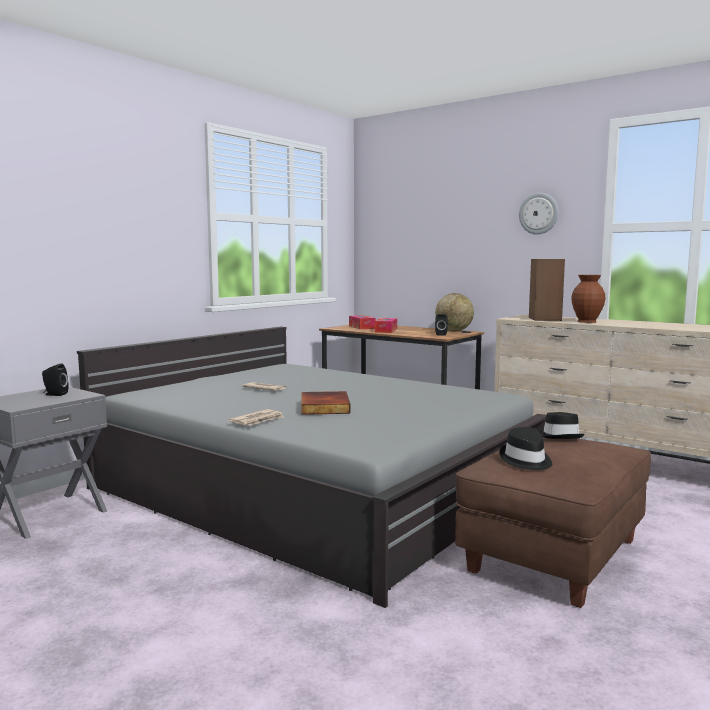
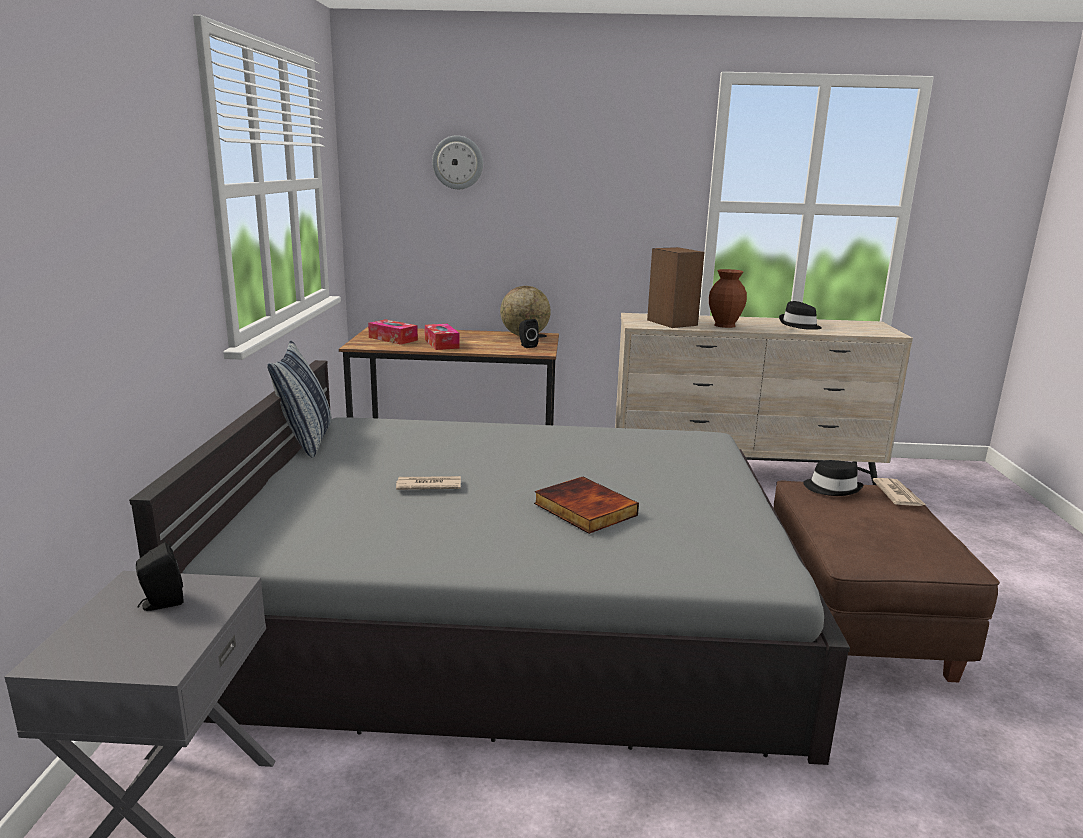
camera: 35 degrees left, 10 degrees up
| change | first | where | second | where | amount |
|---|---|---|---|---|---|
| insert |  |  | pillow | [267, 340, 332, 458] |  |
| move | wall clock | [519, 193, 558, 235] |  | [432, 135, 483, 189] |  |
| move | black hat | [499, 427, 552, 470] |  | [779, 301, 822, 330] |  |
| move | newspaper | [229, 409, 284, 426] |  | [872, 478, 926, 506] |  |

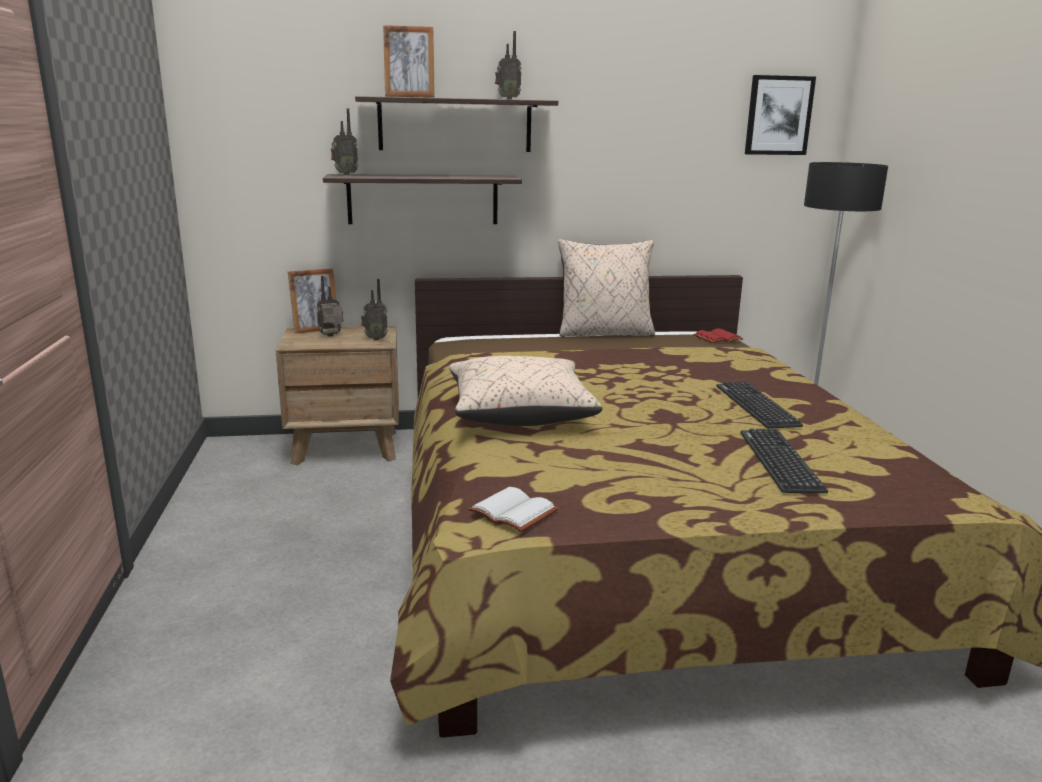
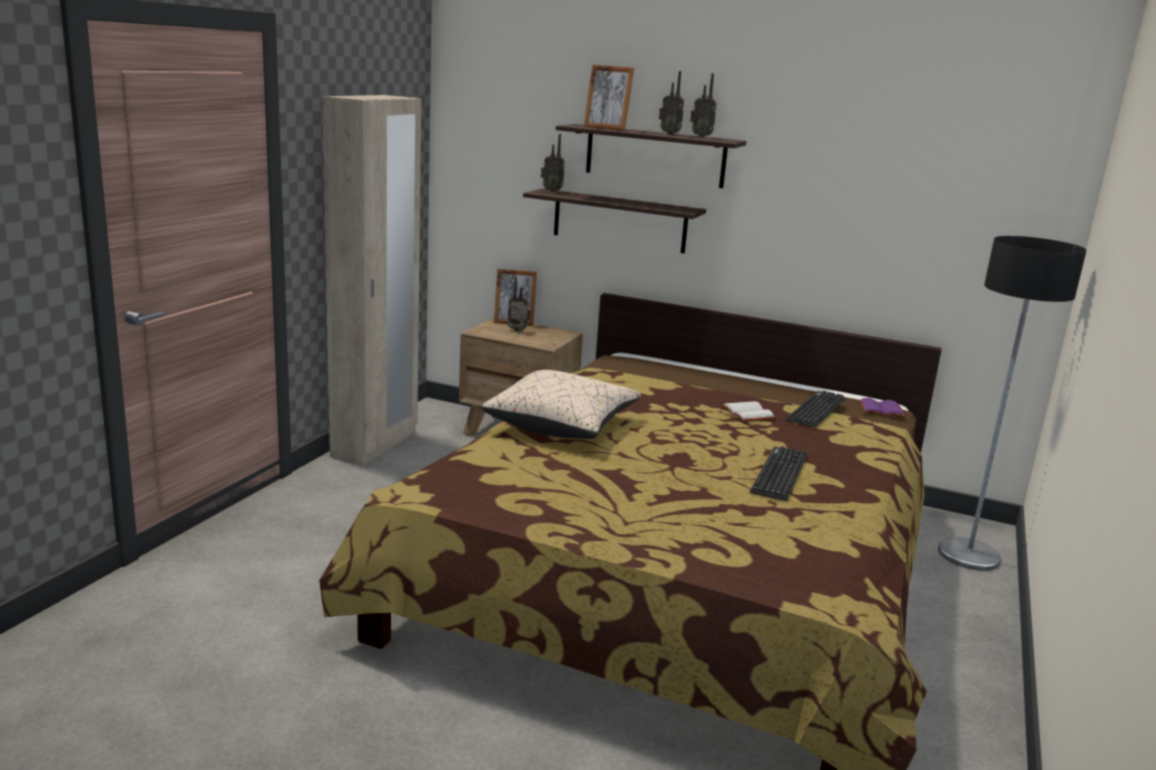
camera: 30 degrees right, 0 degrees up
| change | first | where | second | where | amount |
|---|---|---|---|---|---|
| insert |  |  | beige wardrobe | [322, 95, 421, 466] |  |
| move | radio | [361, 279, 388, 341] |  | [659, 71, 684, 135] |  |
| move | white book | [468, 487, 559, 532] |  | [722, 401, 776, 422] |  |
| move | keyboard | [740, 428, 828, 493] |  | [785, 391, 846, 428] |  |
| recolor | red book | [693, 328, 743, 343] | purple book | [858, 398, 906, 417] |  |
| delete | beige pillow | [558, 239, 655, 337] |  |  |  |
| delete | picture | [745, 75, 816, 155] |  |  |  |

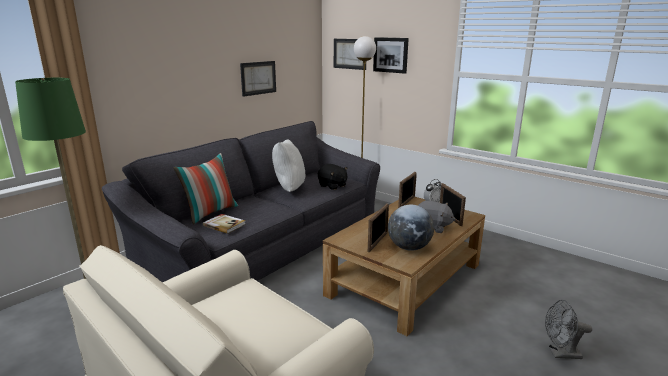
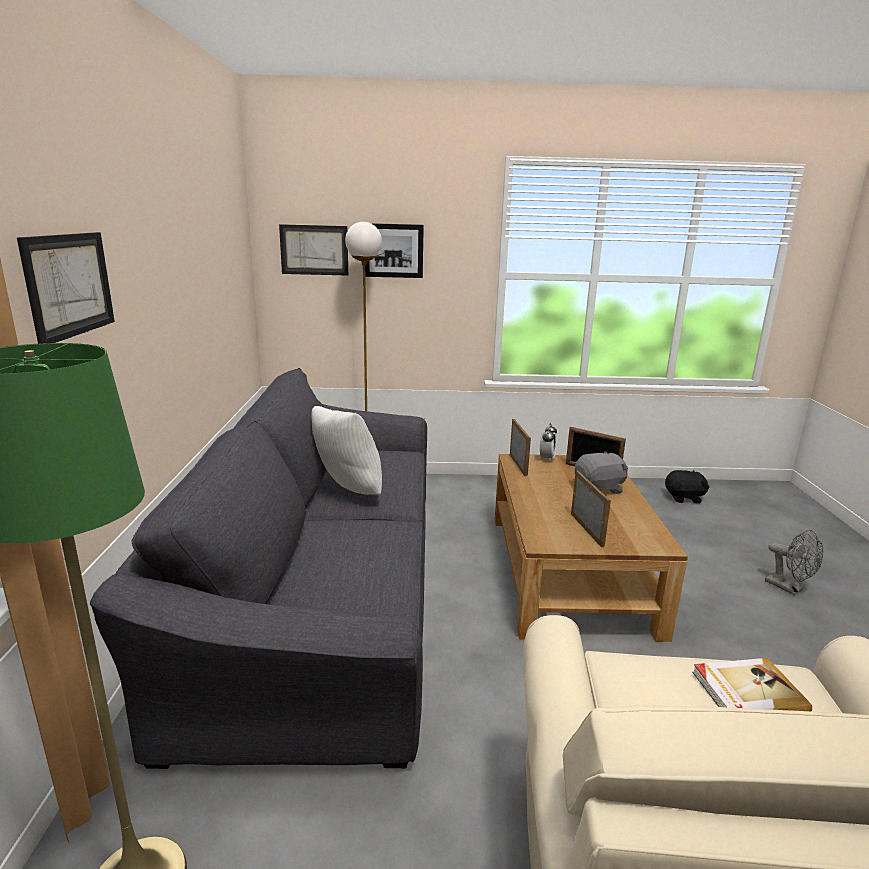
camera: 40 degrees left, 0 degrees up
| change | first | where | second | where | amount |
|---|---|---|---|---|---|
| move | picture | [240, 61, 276, 97] |  | [17, 232, 115, 344] |  |
| move | black plush toy | [318, 164, 347, 190] |  | [665, 470, 710, 503] |  |
| move | book | [203, 214, 245, 234] |  | [692, 658, 812, 711] |  |
| rotate | grey fan | [545, 300, 592, 359] |  | [765, 530, 823, 595] | 90 degrees counterclockwise |
| delete | pillow | [173, 153, 238, 224] |  |  |  |
| delete | globe | [388, 205, 434, 251] |  |  |  |

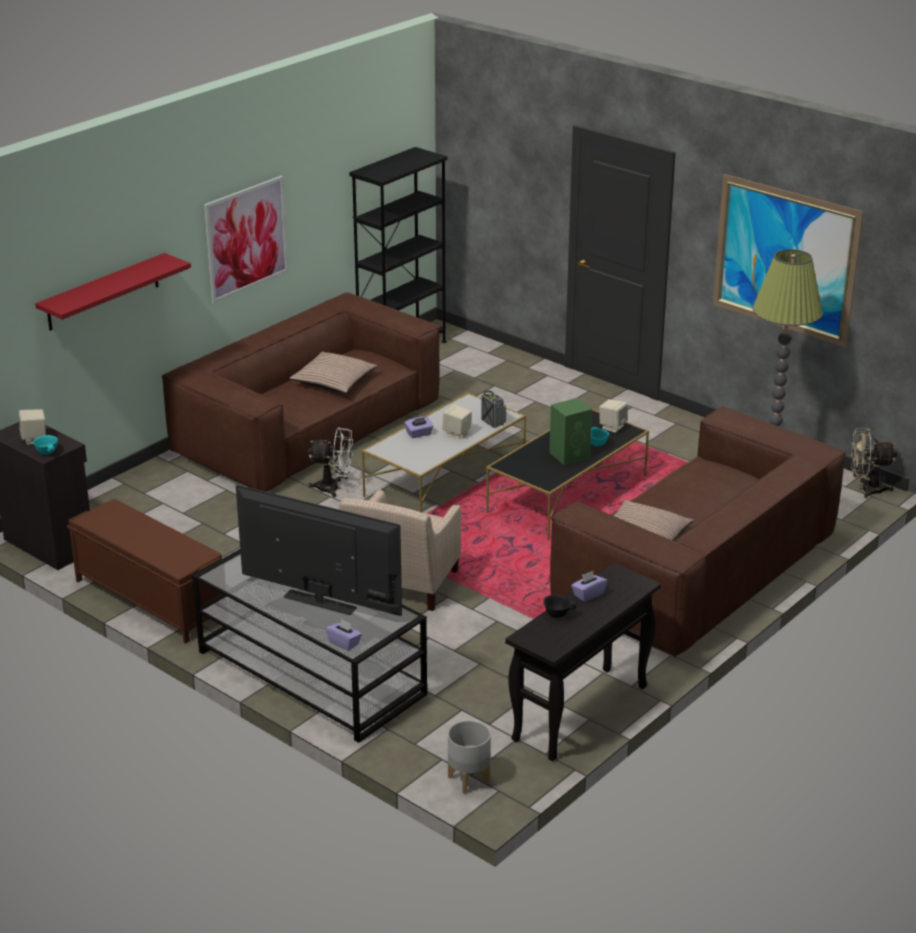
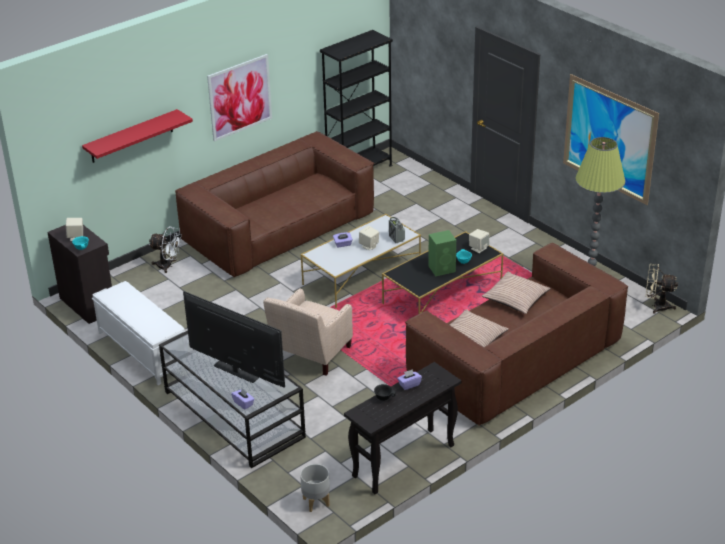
camera: 10 degrees right, 5 degrees up
| change | first | where | second | where | amount |
|---|---|---|---|---|---|
| recolor | brown bench | [67, 499, 222, 644] | white bench | [92, 281, 185, 385] |  |
| move | white fan | [308, 427, 353, 497] |  | [149, 227, 182, 273] |  |
| move | pillow | [290, 352, 377, 393] |  | [482, 272, 551, 314] |  |

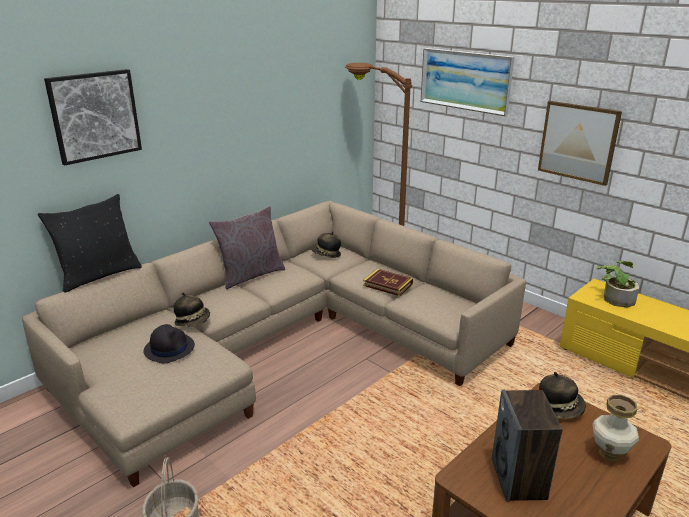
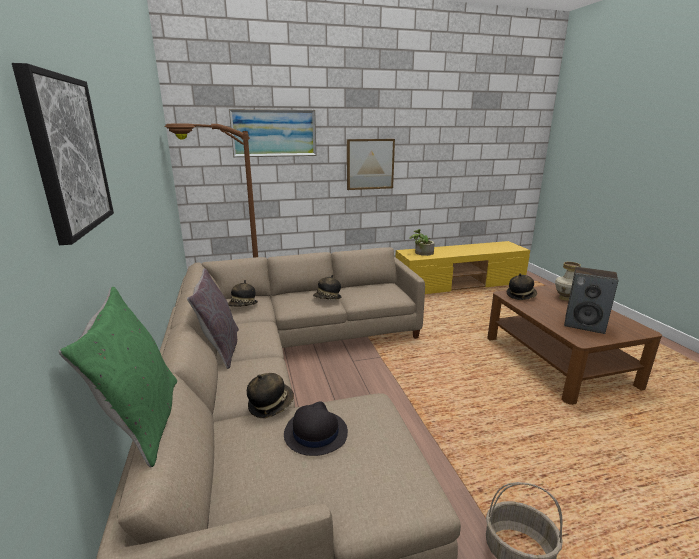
camera: 60 degrees left, 5 degrees down
| change | first | where | second | where | amount |
|---|---|---|---|---|---|
| recolor | black pillow | [38, 194, 142, 293] | green pillow | [58, 287, 177, 468] |  |
| replace | book | [363, 269, 413, 296] | hat | [313, 274, 341, 300] |  |

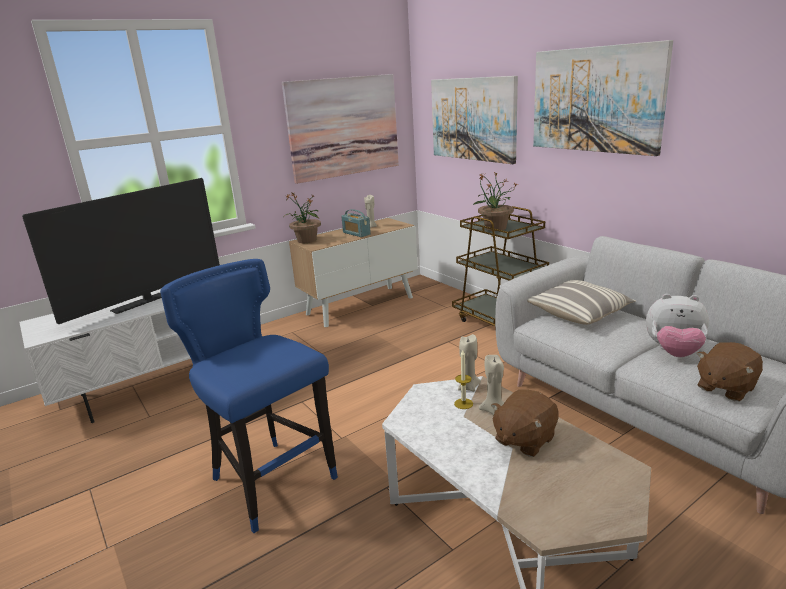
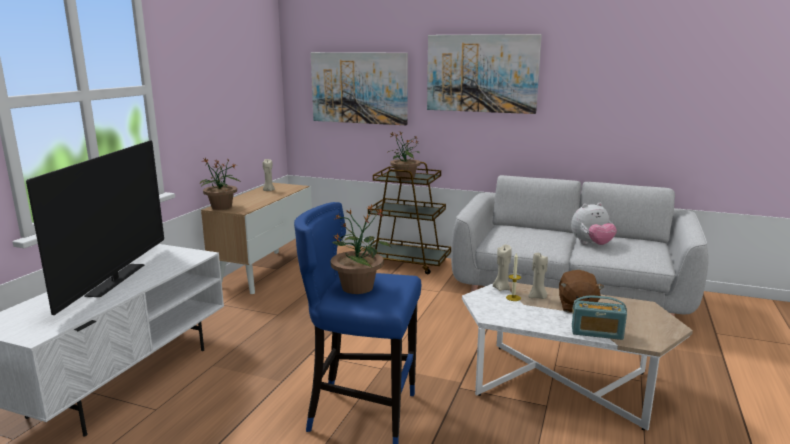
camera: 35 degrees left, 5 degrees down
| change | first | where | second | where | amount |
|---|---|---|---|---|---|
| insert |  |  | potted plant | [330, 205, 391, 294] |  |
| move | radio | [341, 209, 371, 237] |  | [572, 296, 627, 340] |  |
| delete | picture | [282, 74, 399, 184] |  |  |  |
| delete | pillow | [527, 280, 636, 325] |  |  |  |
| delete | brown plush toy | [697, 342, 763, 401] |  |  |  |

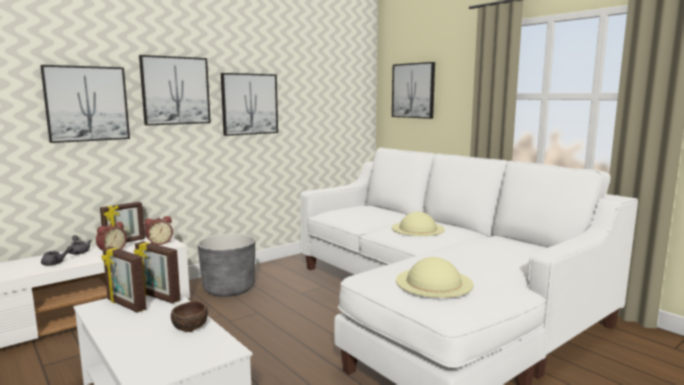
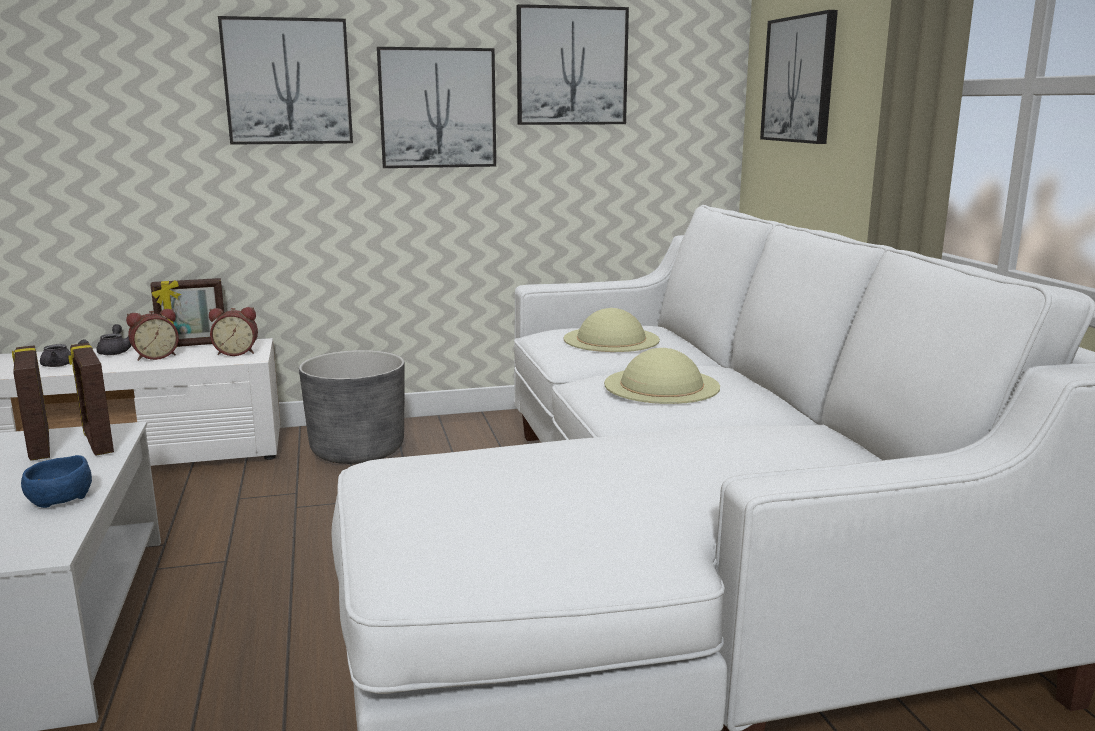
camera: 25 degrees right, 5 degrees up
| change | first | where | second | where | amount |
|---|---|---|---|---|---|
| recolor | brown bowl | [171, 301, 208, 332] | blue bowl | [21, 455, 92, 508] |  |
| move | picture | [40, 65, 130, 143] |  | [517, 4, 629, 125] |  |
| move | beige hat | [396, 257, 474, 298] |  | [564, 308, 660, 352] |  |

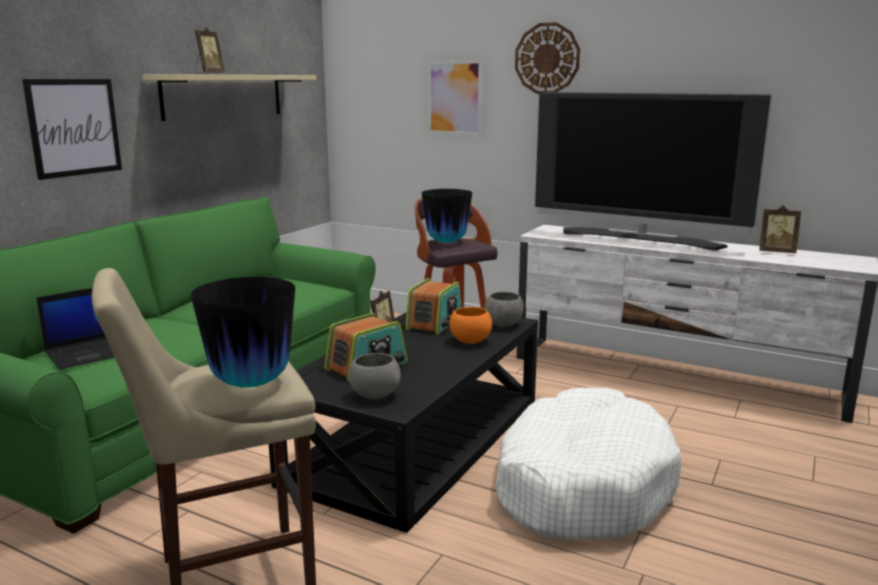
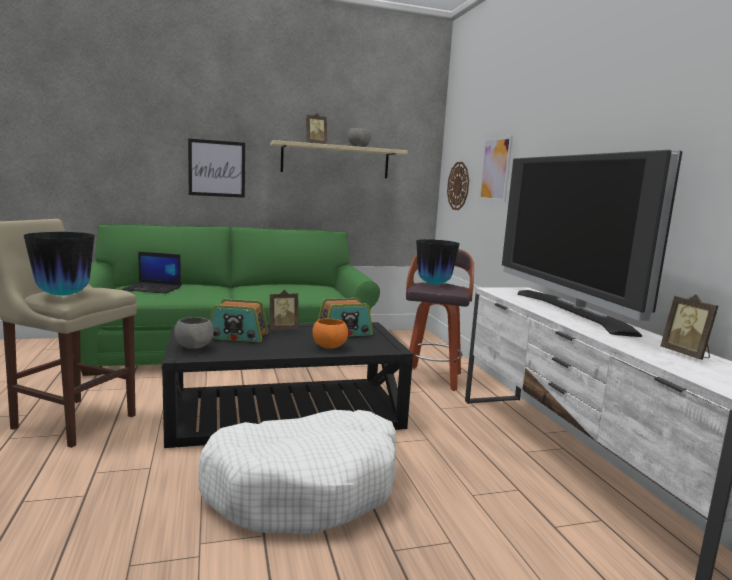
camera: 45 degrees right, 5 degrees down
| change | first | where | second | where | amount |
|---|---|---|---|---|---|
| move | grey bowl | [484, 292, 524, 326] |  | [348, 128, 371, 147] |  |
| move | wall clock | [515, 22, 580, 94] |  | [447, 162, 469, 210] |  |

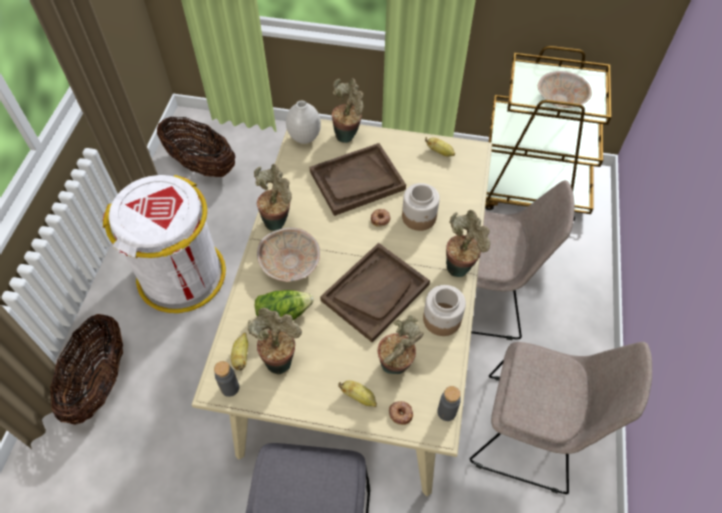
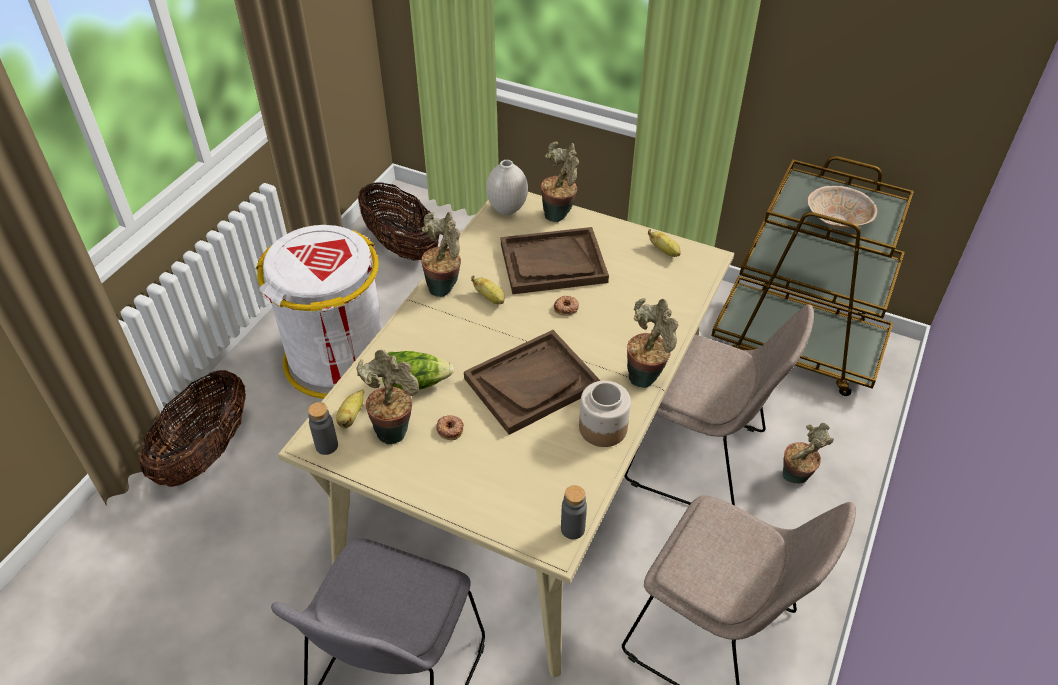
camera: 15 degrees right, 10 degrees down
| change | first | where | second | where | amount |
|---|---|---|---|---|---|
| move | donut | [389, 401, 413, 425] |  | [436, 415, 464, 440] |  |
| move | banana | [338, 380, 377, 407] |  | [471, 276, 505, 304] |  |
| move | potted plant | [378, 315, 424, 374] |  | [783, 423, 834, 484] |  |
| delete | beige bowl | [257, 227, 320, 282] |  |  |  |
| delete | jar | [402, 183, 440, 231] |  |  |  |

